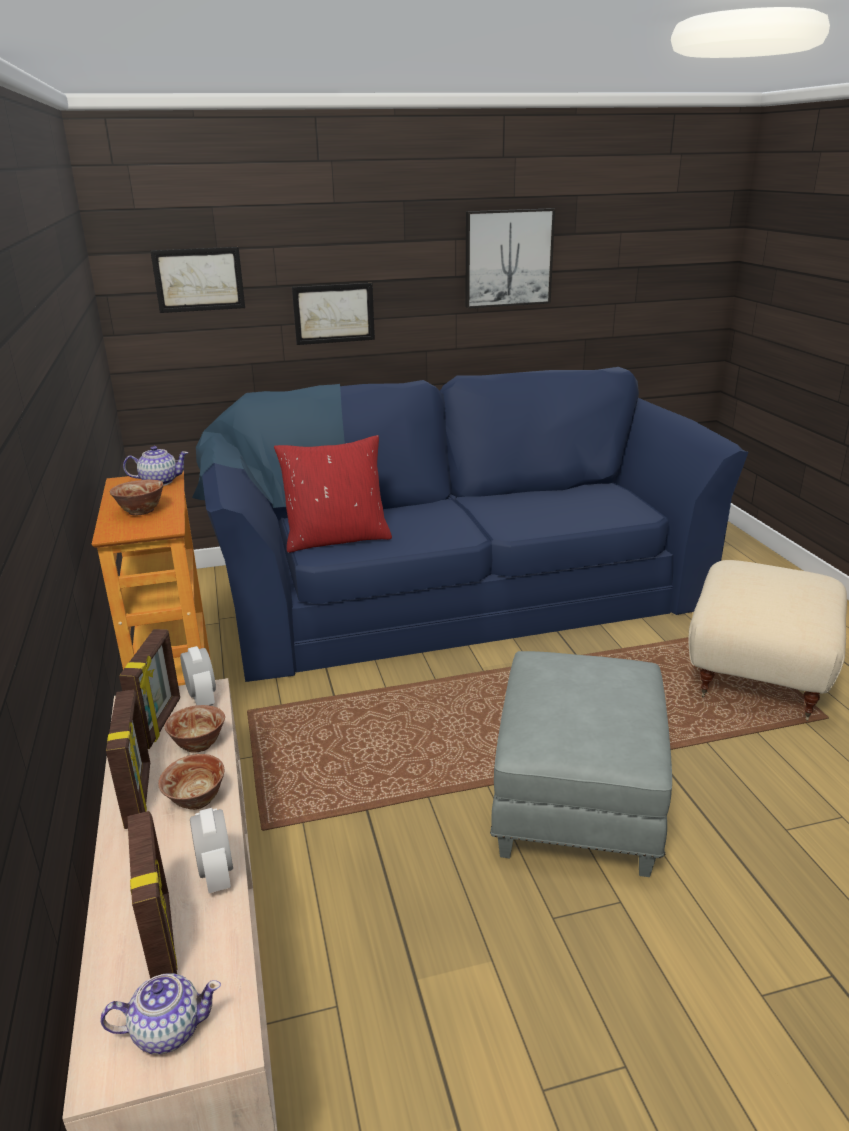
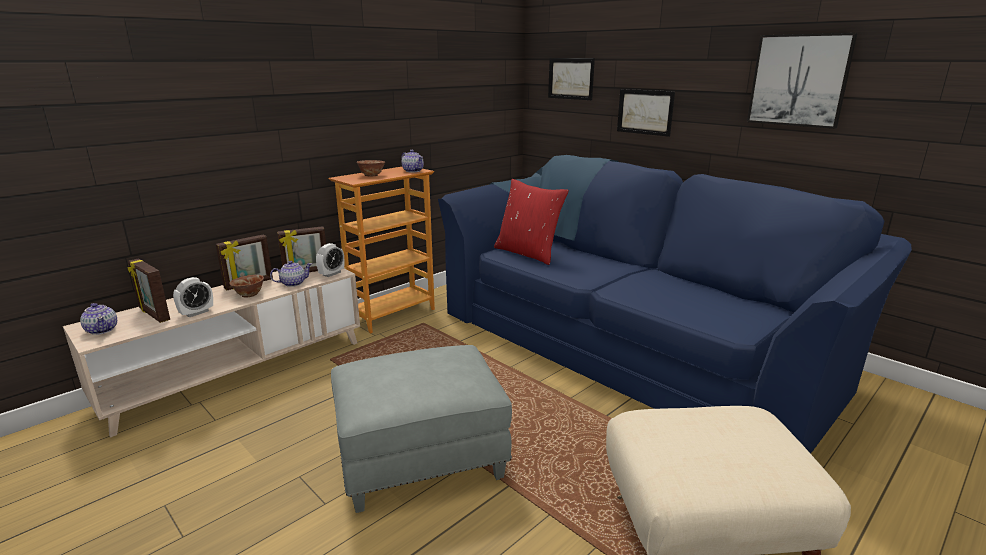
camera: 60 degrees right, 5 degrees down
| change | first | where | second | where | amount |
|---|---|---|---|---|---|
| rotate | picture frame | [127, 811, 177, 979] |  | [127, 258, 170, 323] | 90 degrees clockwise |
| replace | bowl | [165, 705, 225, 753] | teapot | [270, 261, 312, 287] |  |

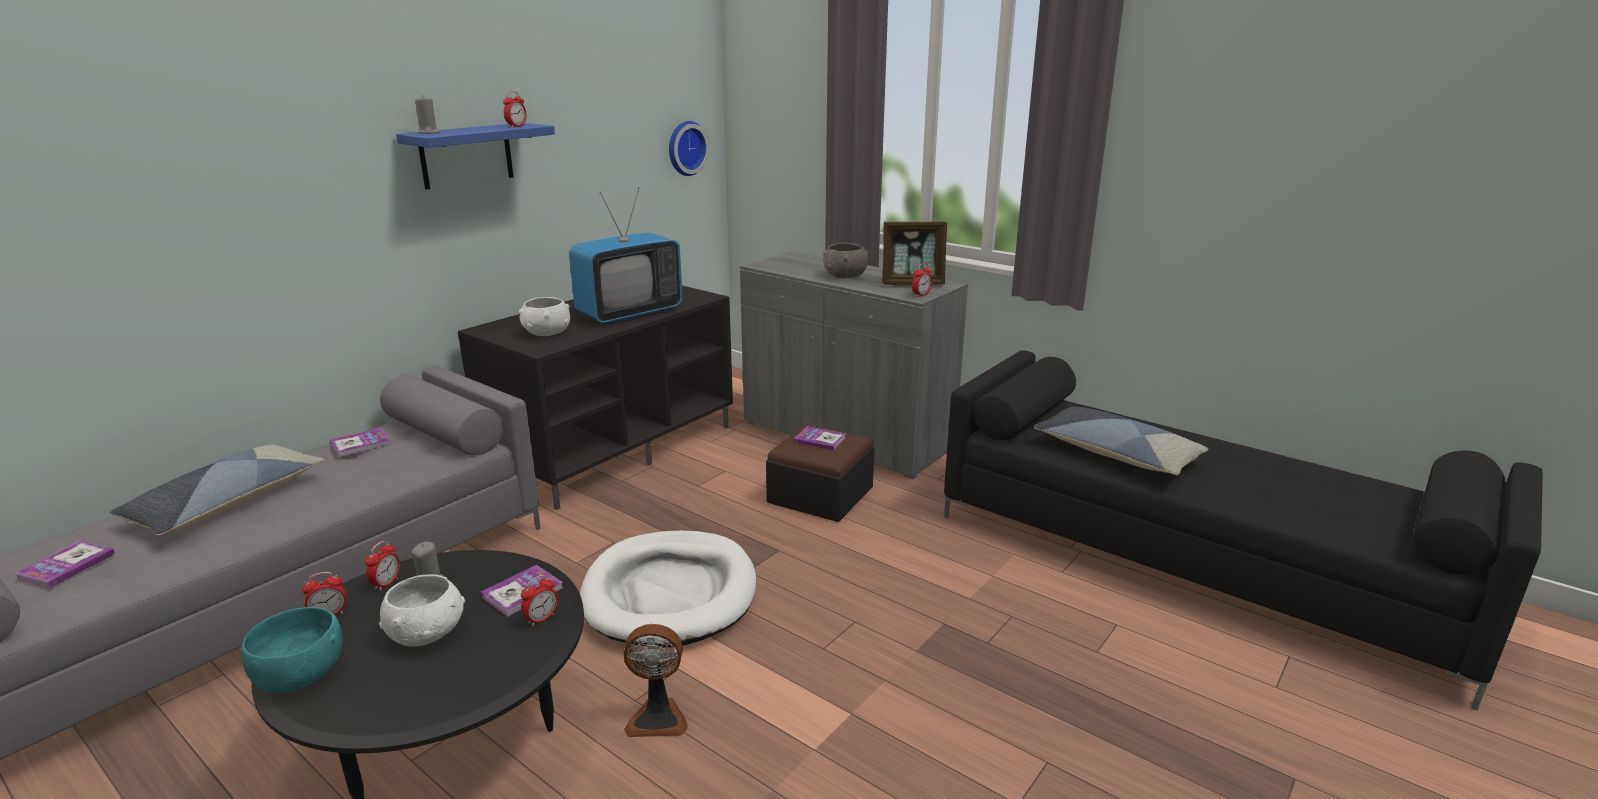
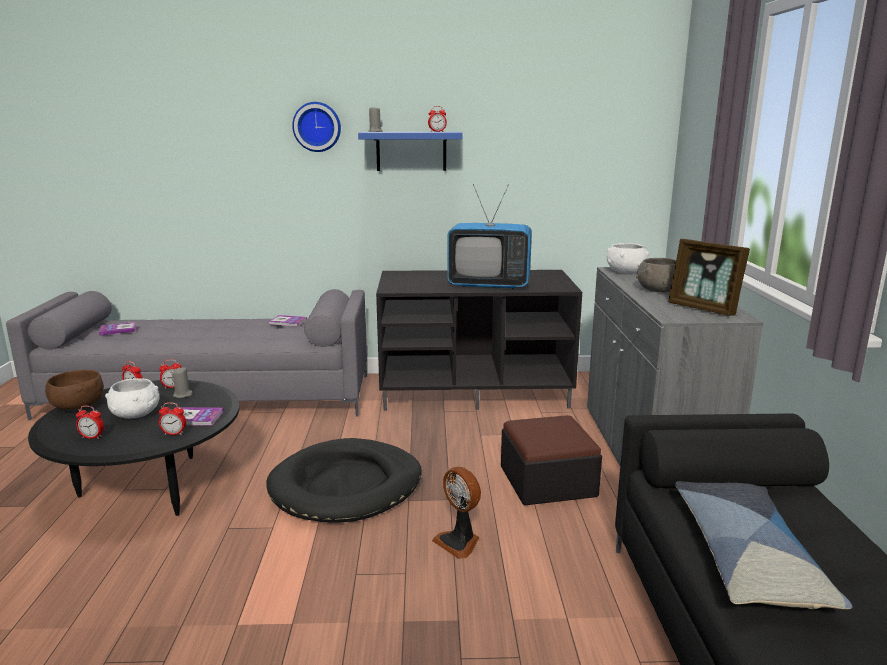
camera: 50 degrees right, 5 degrees down
| change | first | where | second | where | amount |
|---|---|---|---|---|---|
| recolor | turquoise bowl | [241, 607, 342, 692] | brown bowl | [45, 370, 104, 410] |  |
| move | alarm clock | [912, 263, 932, 297] |  | [76, 406, 104, 439] |  |
| recolor | white dog bed | [580, 531, 756, 647] | black dog bed | [266, 438, 422, 523] |  |
| move | wall clock | [669, 121, 709, 176] |  | [292, 102, 341, 152] |  |
| move | fan | [624, 624, 688, 737] |  | [432, 466, 481, 559] |  |
| move | white bowl | [519, 297, 570, 336] |  | [607, 243, 649, 274] |  |
| delete | pillow | [110, 444, 324, 535] |  |  |  |
| delete | book | [794, 426, 845, 451] |  |  |  |

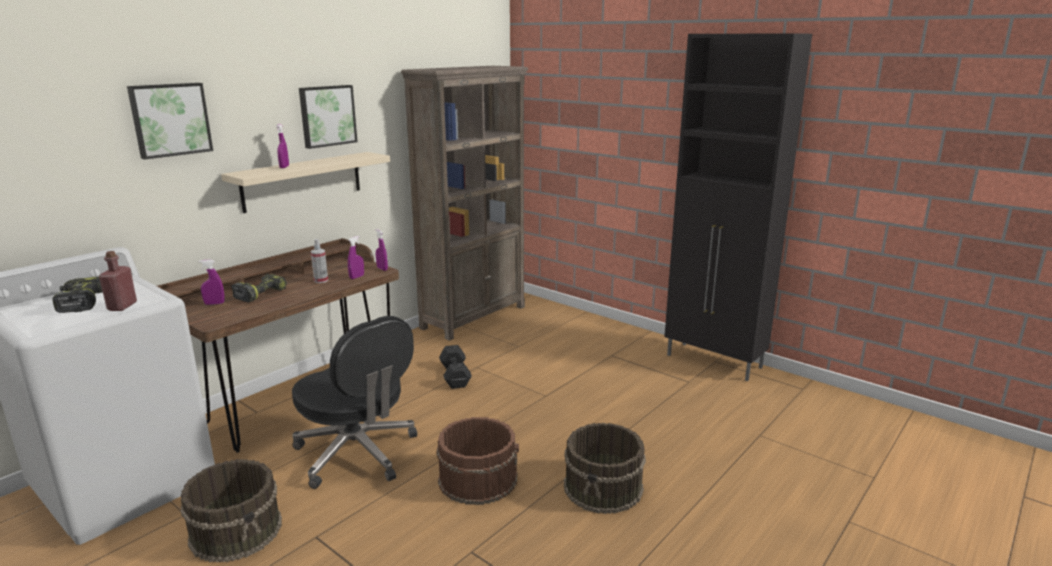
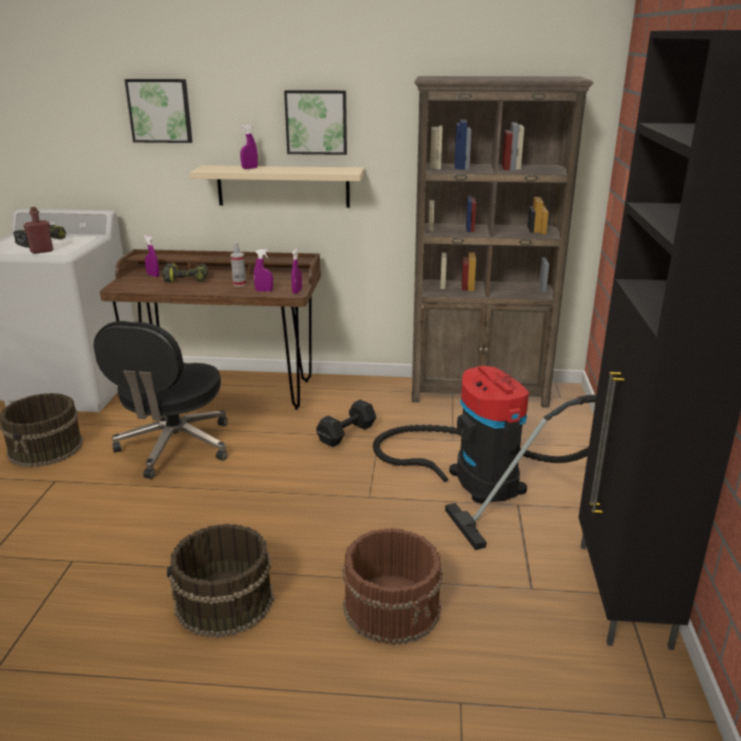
camera: 55 degrees right, 5 degrees up
| change | first | where | second | where | amount |
|---|---|---|---|---|---|
| move | brown bucket | [436, 417, 519, 505] |  | [342, 528, 443, 645] |  |
| insert |  |  | vacuum cleaner | [373, 365, 596, 550] |  |

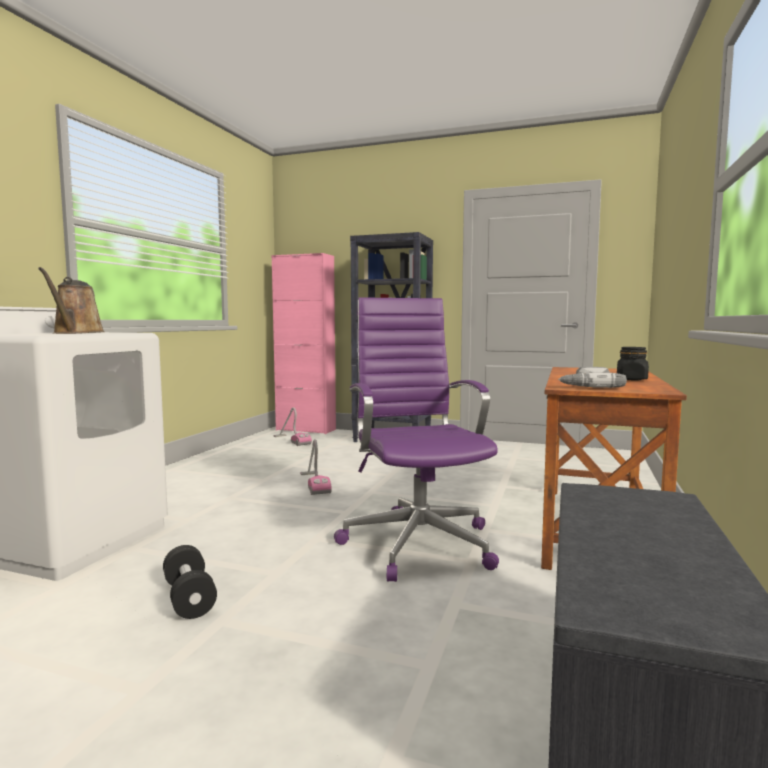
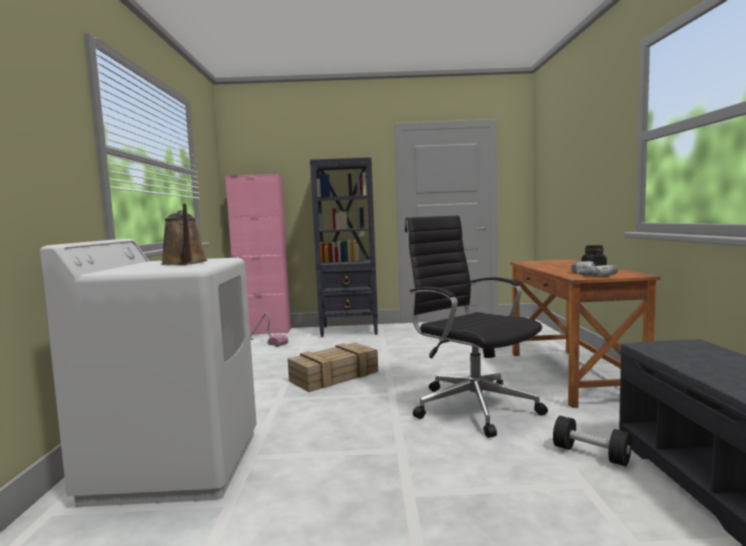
camera: 20 degrees left, 0 degrees up
| change | first | where | second | where | amount |
|---|---|---|---|---|---|
| replace | vacuum cleaner | [300, 439, 332, 495] | crate | [288, 342, 378, 392] |  |
| recolor | purple office chair | [334, 297, 499, 582] | black office chair | [405, 215, 548, 438] |  |
| move | black dumbbell | [163, 545, 217, 619] |  | [553, 416, 632, 467] |  |

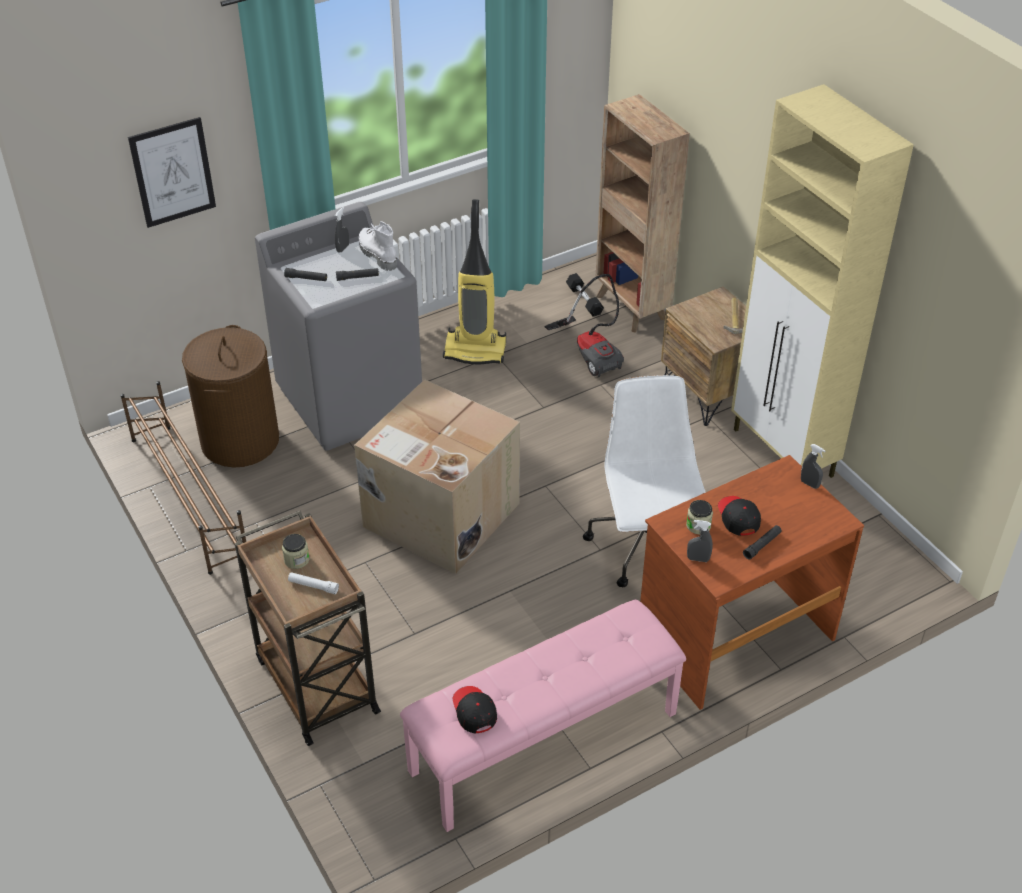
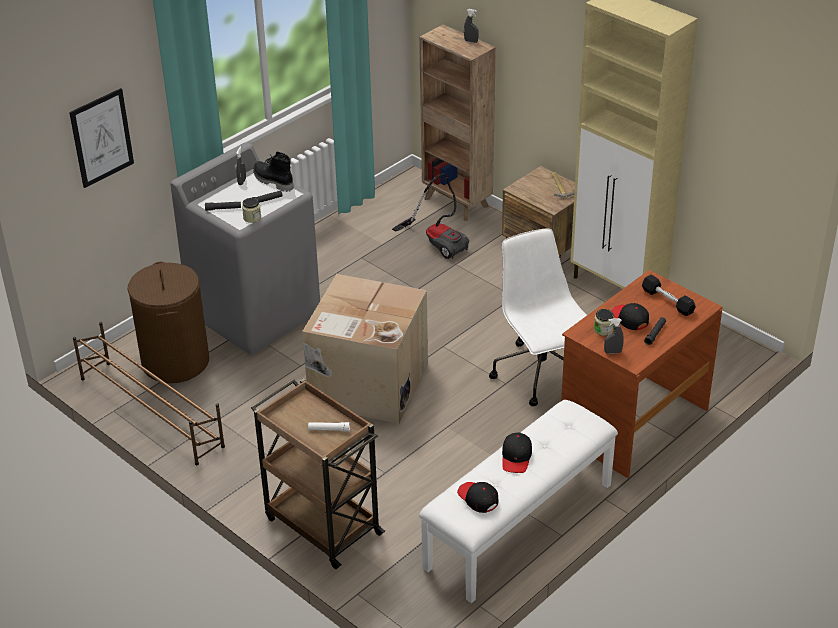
camera: 15 degrees left, 5 degrees down
| change | first | where | second | where | amount |
|---|---|---|---|---|---|
| move | jar | [282, 534, 309, 569] |  | [242, 198, 261, 223] |  |
| recolor | white boot | [359, 221, 397, 271] | black boot | [253, 151, 294, 192] |  |
| recolor | pink bench | [400, 600, 686, 832] | white bench | [419, 400, 618, 603] |  |
| move | grey spray bottle | [801, 444, 826, 489] |  | [464, 9, 479, 43] |  |
| insert |  |  | black cap | [502, 432, 532, 473] |  |
| move | black dumbbell | [566, 273, 604, 316] |  | [642, 275, 696, 316] |  |
| delete | vacuum cleaner | [443, 199, 506, 364] |  |  |  |

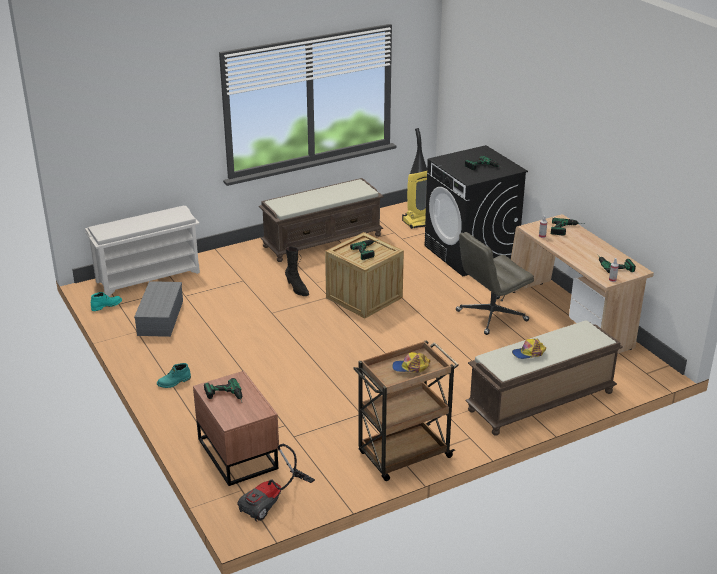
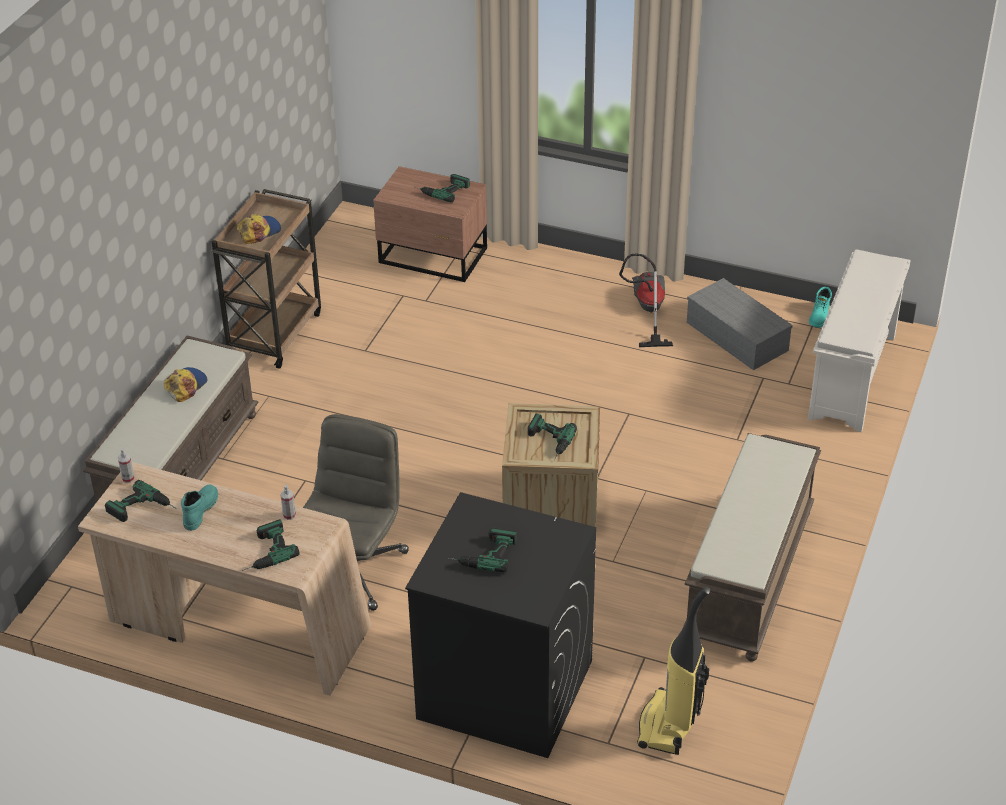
camera: 140 degrees right, 10 degrees up
| change | first | where | second | where | amount |
|---|---|---|---|---|---|
| move | turquoise boot | [157, 363, 191, 388] |  | [181, 485, 218, 531] |  |
| move | vacuum cleaner | [237, 444, 315, 522] |  | [619, 254, 673, 347] |  |
| delete | black boot | [285, 246, 309, 296] |  |  |  |

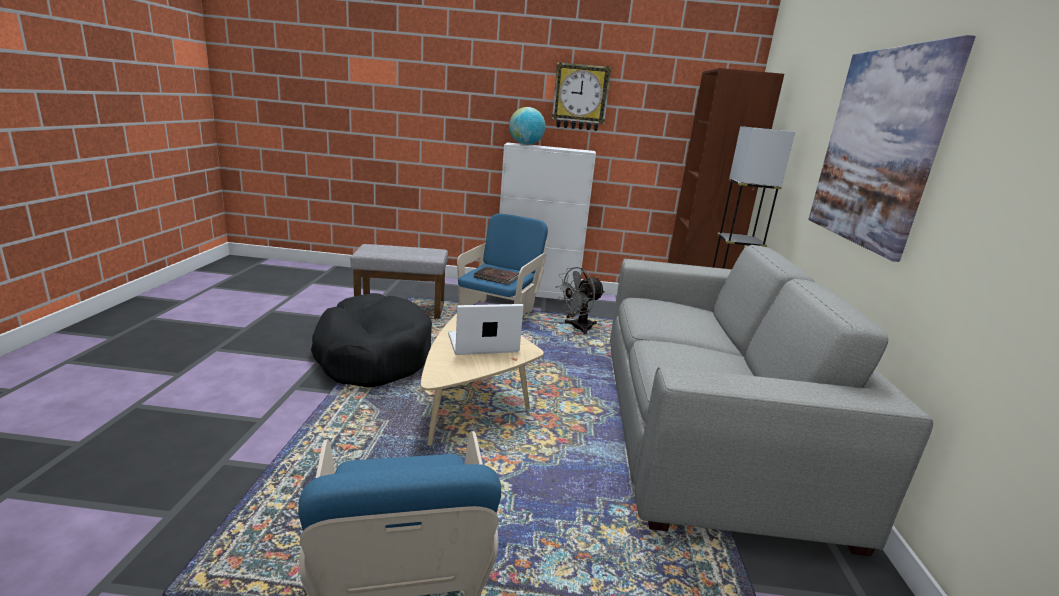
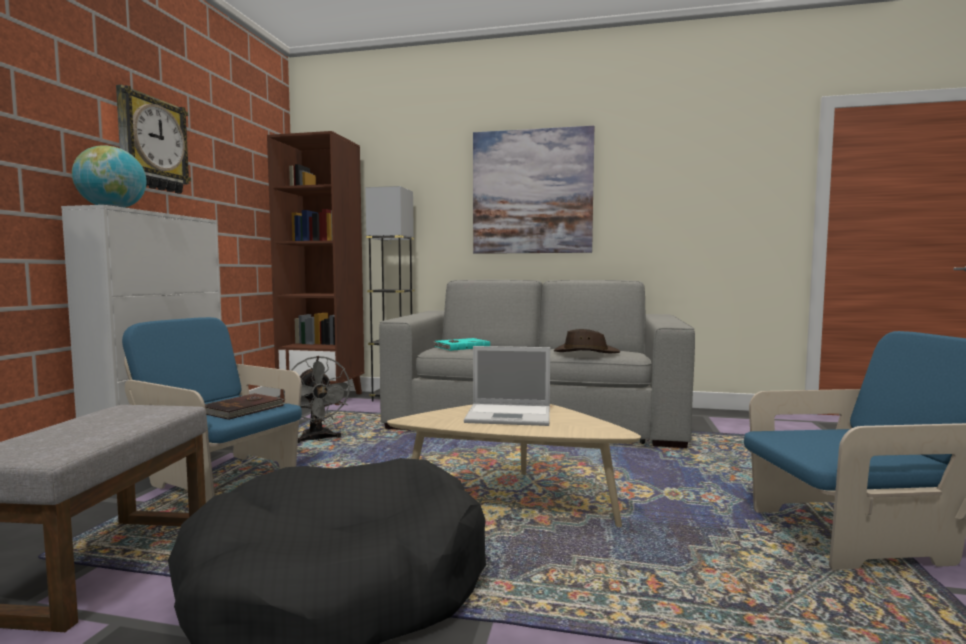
camera: 80 degrees left, 15 degrees down
| change | first | where | second | where | amount |
|---|---|---|---|---|---|
| insert |  |  | turquoise book | [433, 338, 490, 351] |  |
| rotate | laptop | [448, 304, 524, 355] |  | [464, 346, 550, 426] | 75 degrees counterclockwise |
| insert |  |  | brown hat | [554, 329, 620, 353] |  |

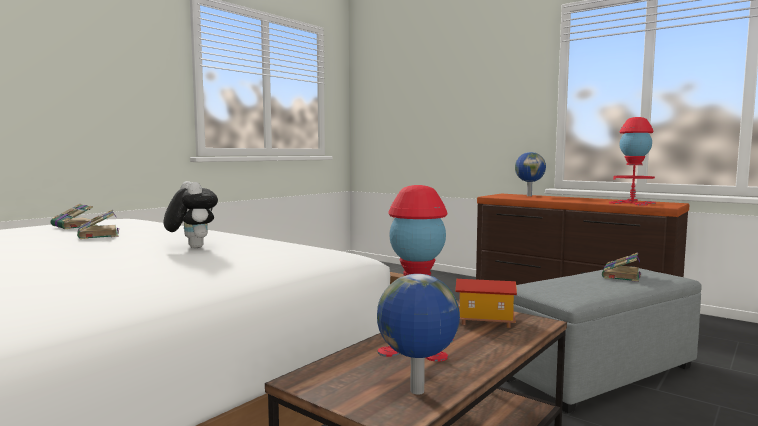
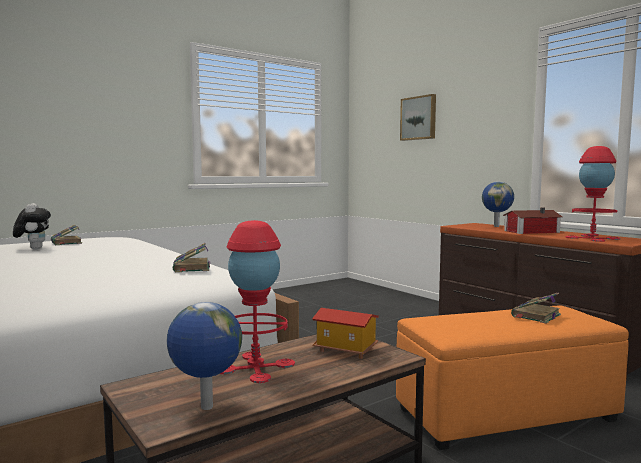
camera: 15 degrees right, 0 degrees up
| change | first | where | second | where | amount |
|---|---|---|---|---|---|
| move | plush toy | [164, 181, 218, 248] |  | [13, 203, 51, 250] |  |
| move | book | [77, 210, 119, 239] |  | [173, 243, 210, 272] |  |
| recolor | grey ottoman | [507, 268, 702, 413] | orange ottoman | [396, 305, 629, 450] |  |
| insert |  |  | picture | [400, 94, 436, 141] |  |
| insert |  |  | toy house | [503, 207, 563, 234] |  |

